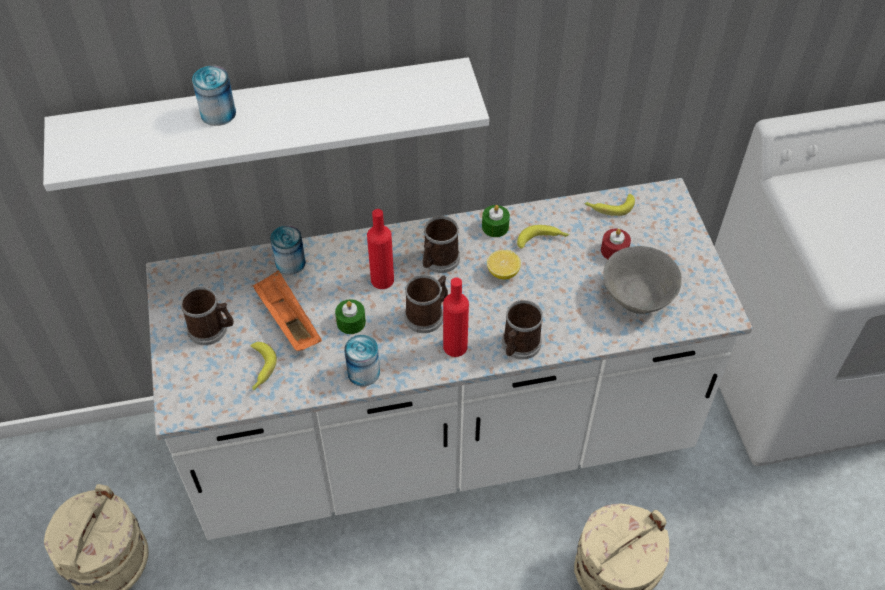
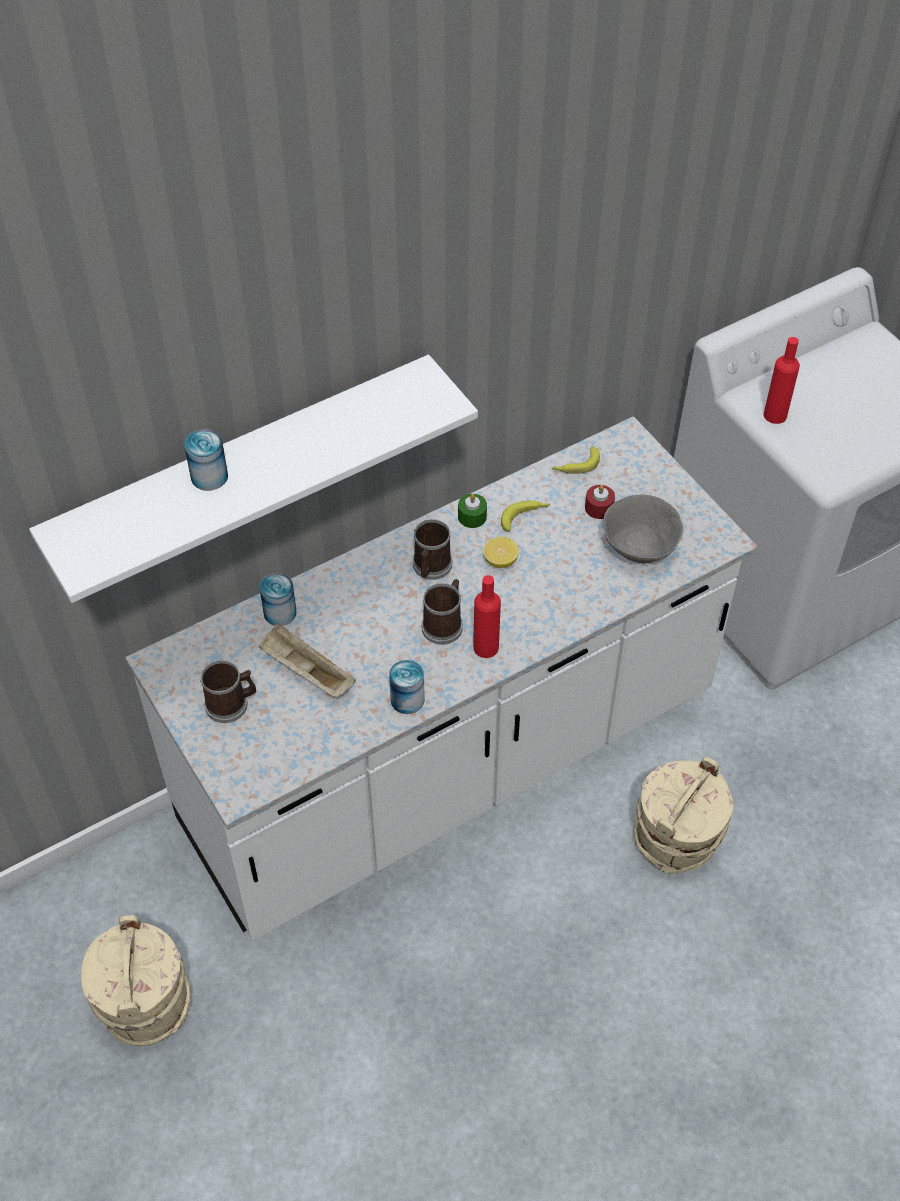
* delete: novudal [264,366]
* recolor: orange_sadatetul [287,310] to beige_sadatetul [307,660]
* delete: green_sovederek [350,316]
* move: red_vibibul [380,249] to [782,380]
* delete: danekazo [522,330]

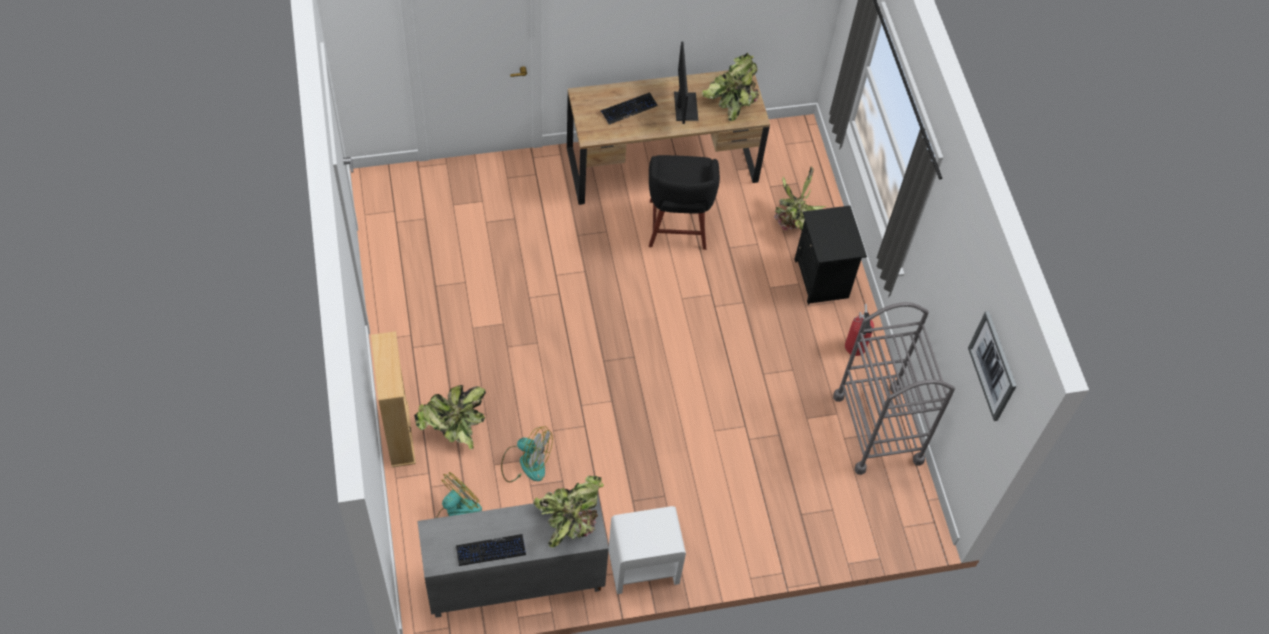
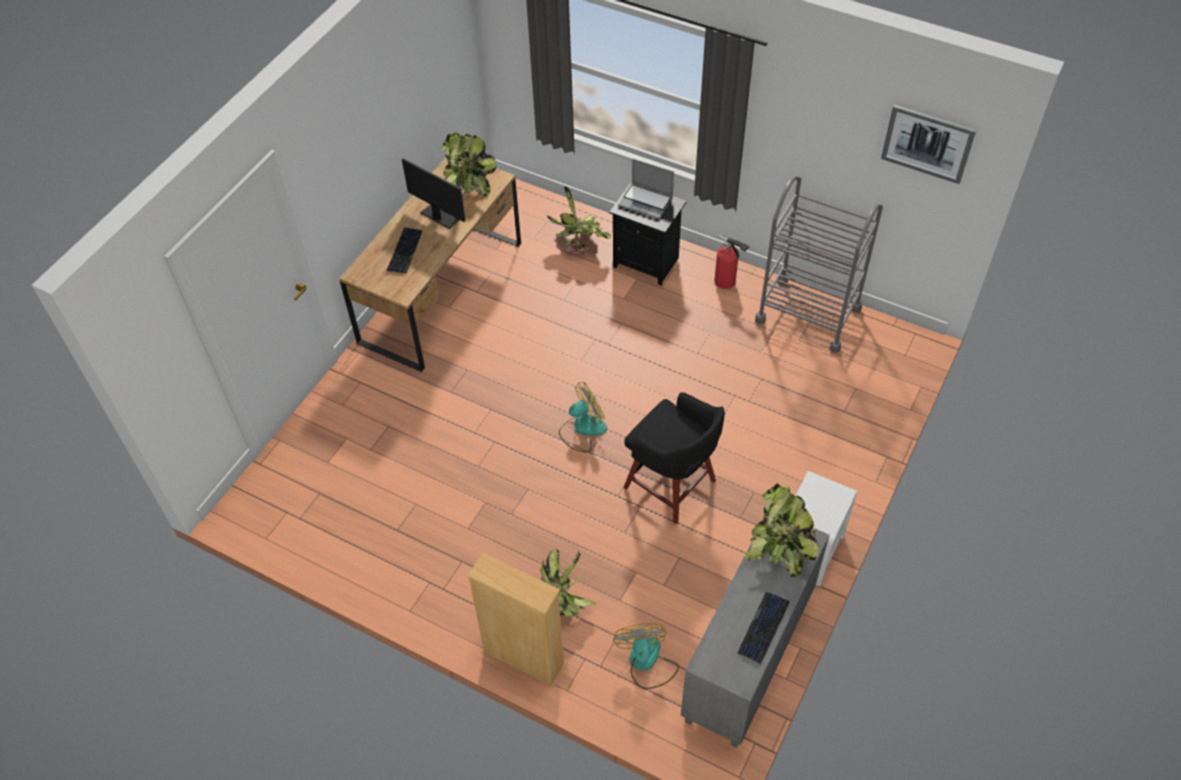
* move: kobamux [527,454] to [583,417]
* move: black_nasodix [684,202] to [674,458]
* insert: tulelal [646,188]

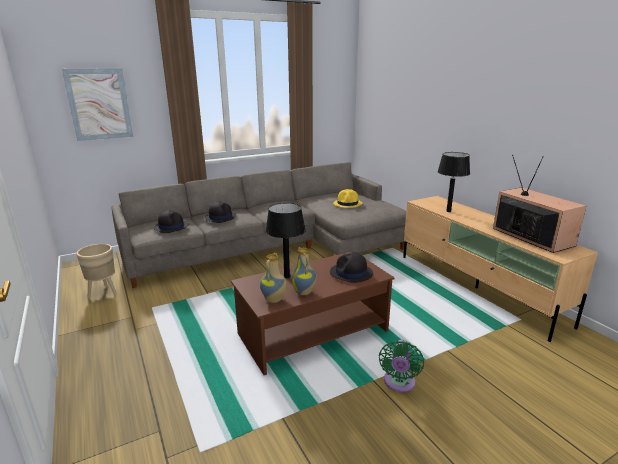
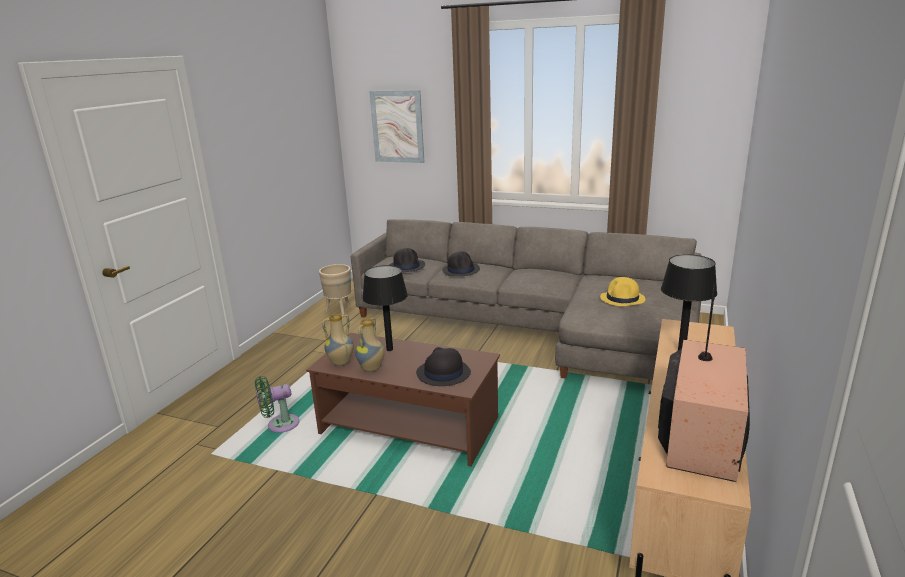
* move: green_kobamux [401,365] to [277,404]

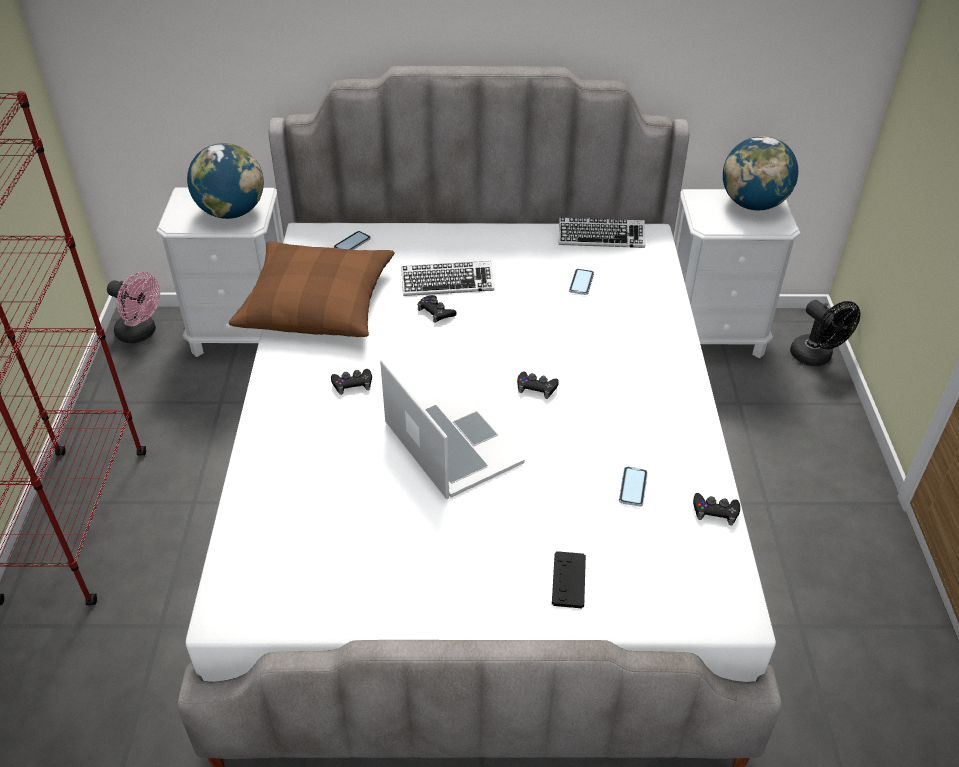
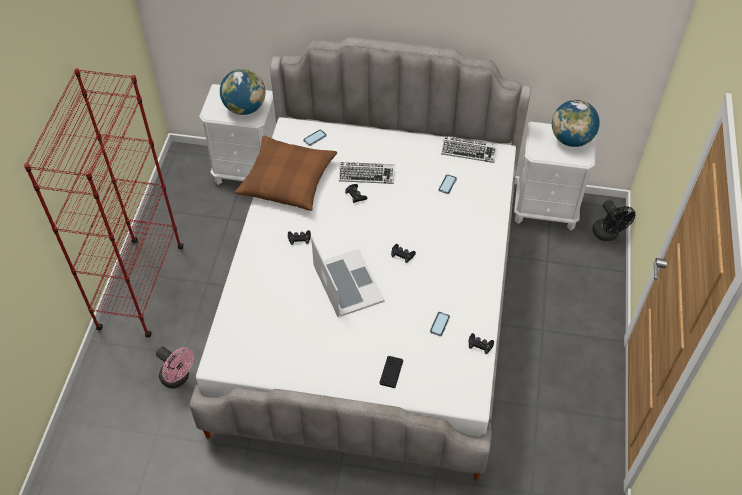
* move: pink_kobamux [133,308] to [175,367]

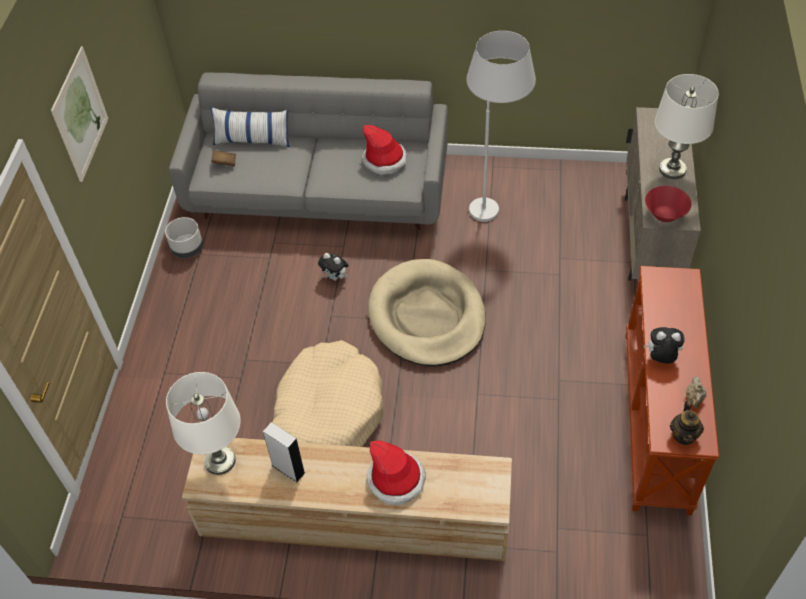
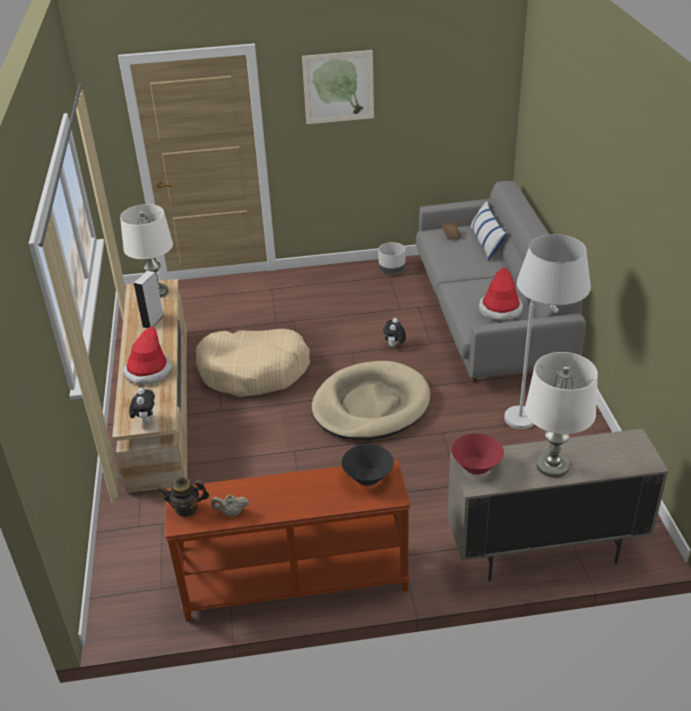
* move: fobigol [664,345] to [142,406]
* insert: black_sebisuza [367,465]

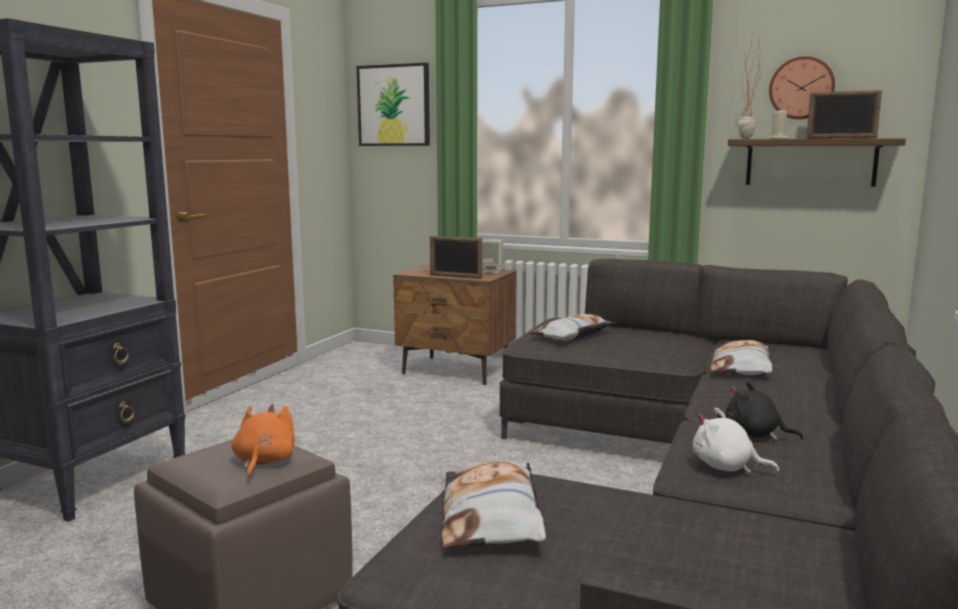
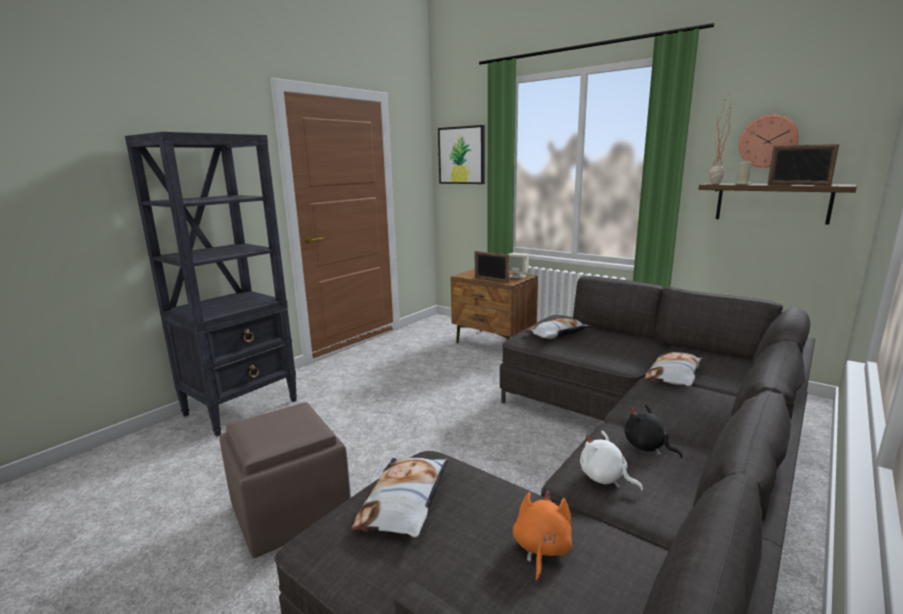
* move: orange_fobigol [263,441] to [542,536]

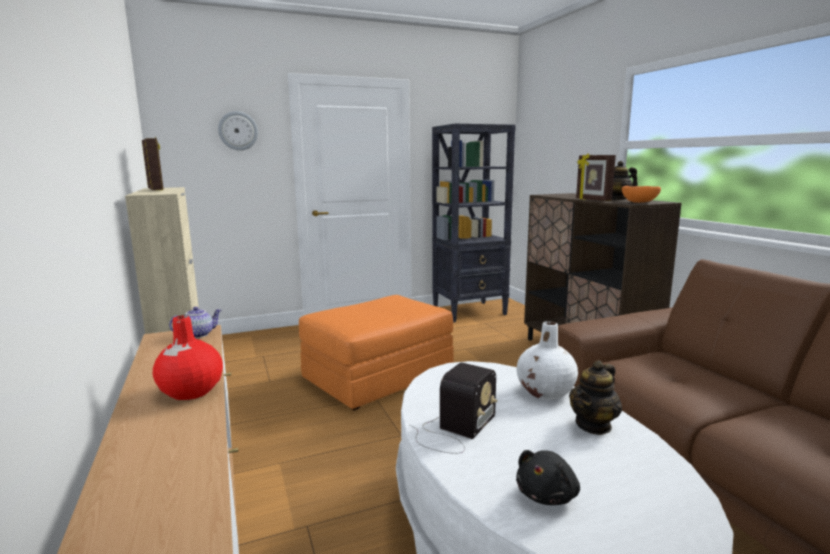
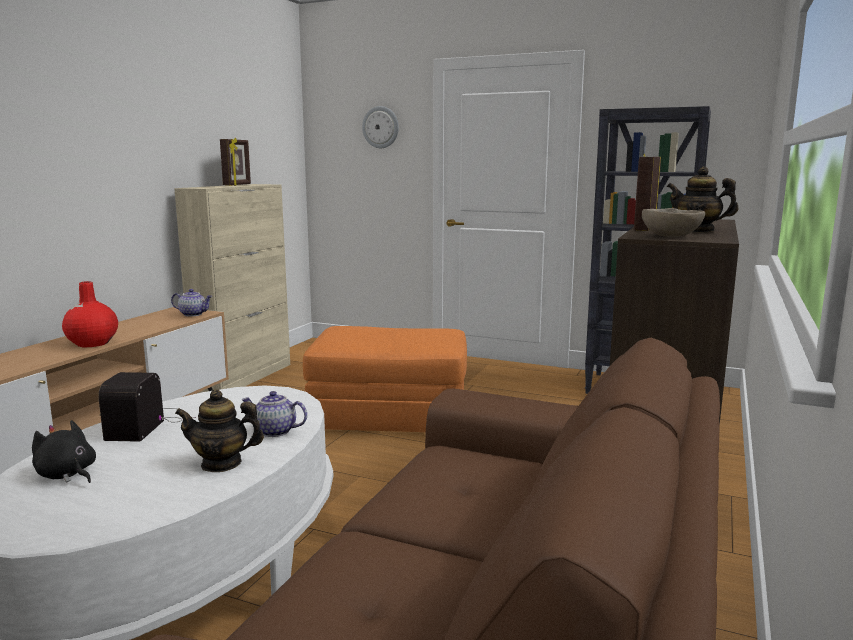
* rotate: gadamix [453,408] = [147,407] 105 degrees clockwise
* rotate: black_fobigol [548,477] = [64,451] 45 degrees clockwise
* replace: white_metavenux [547,360] to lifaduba [274,414]
* recolor: orange_sebisuza [641,194] to beige_sebisuza [673,222]

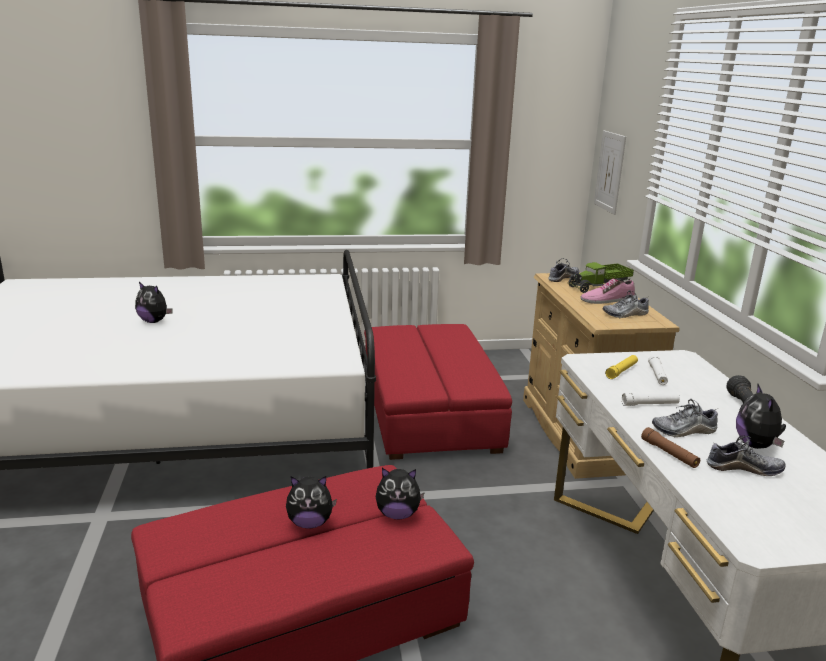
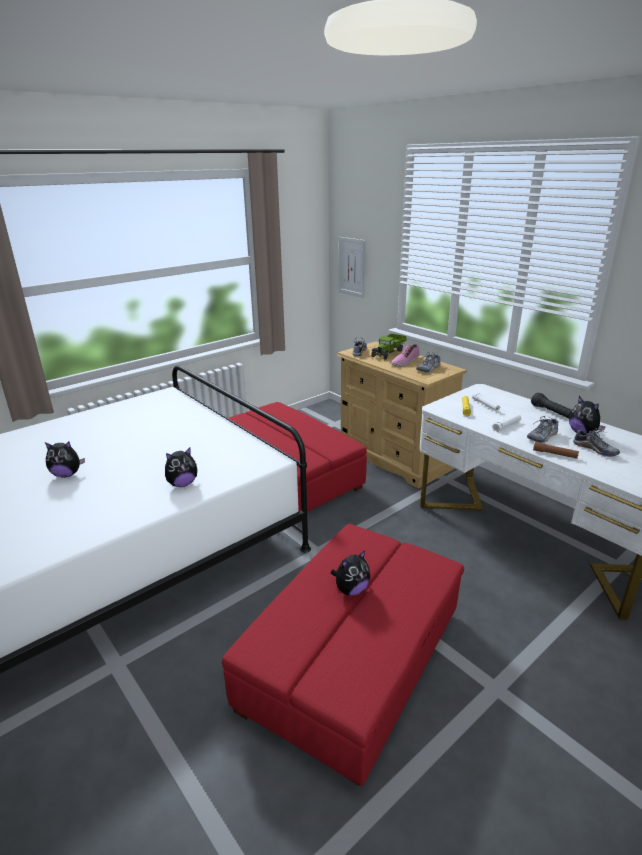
* move: fobigol [400,494] to [181,467]
* rotate: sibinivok [746,455] = [596,442] 75 degrees clockwise

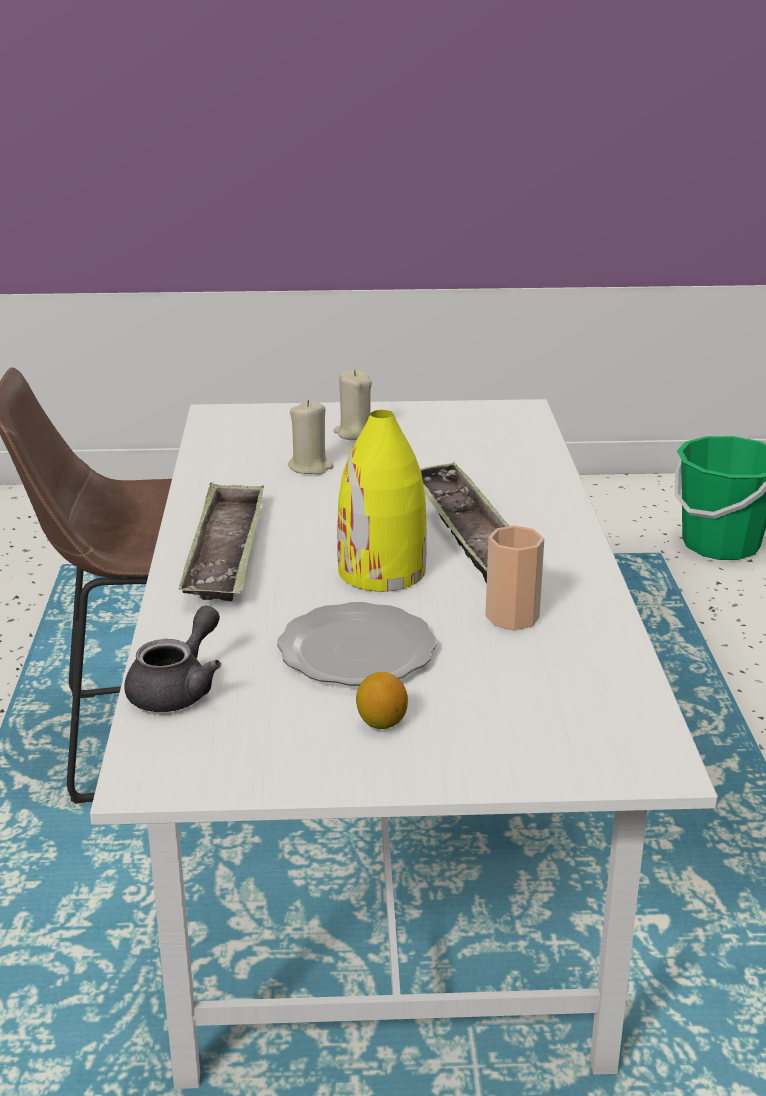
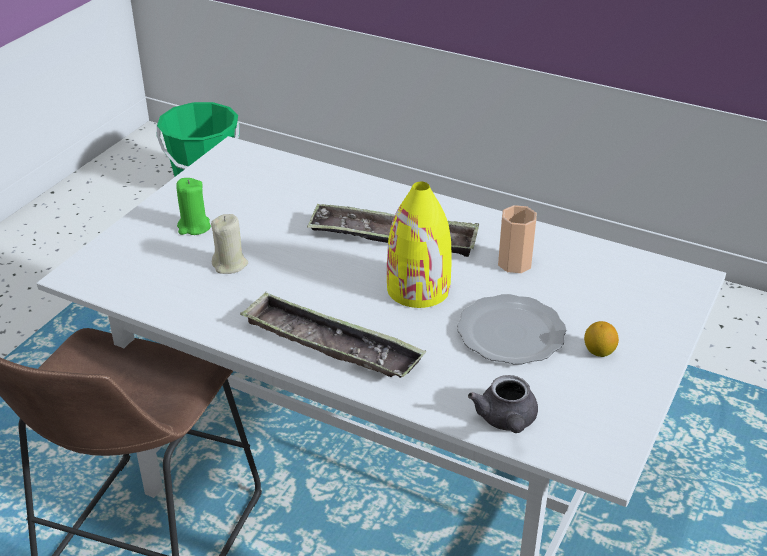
* rotate: grey_lifaduba [172,659] = [503,404] 150 degrees counterclockwise
* recolor: beige_sovederek [353,404] to green_sovederek [193,206]

